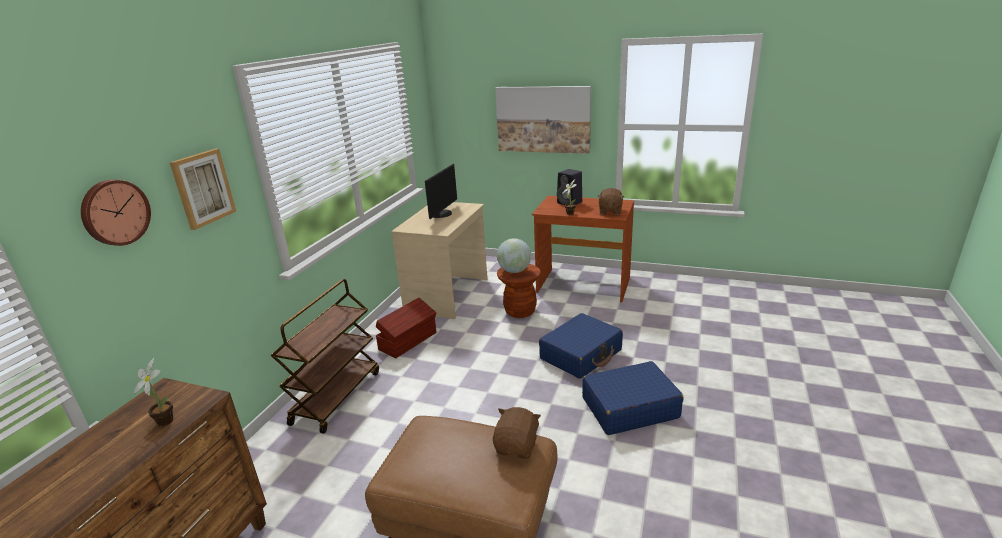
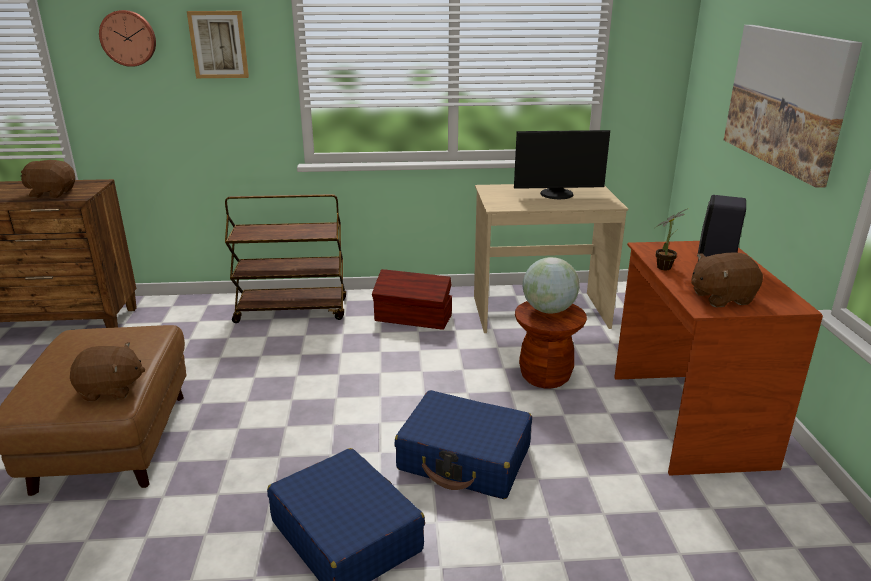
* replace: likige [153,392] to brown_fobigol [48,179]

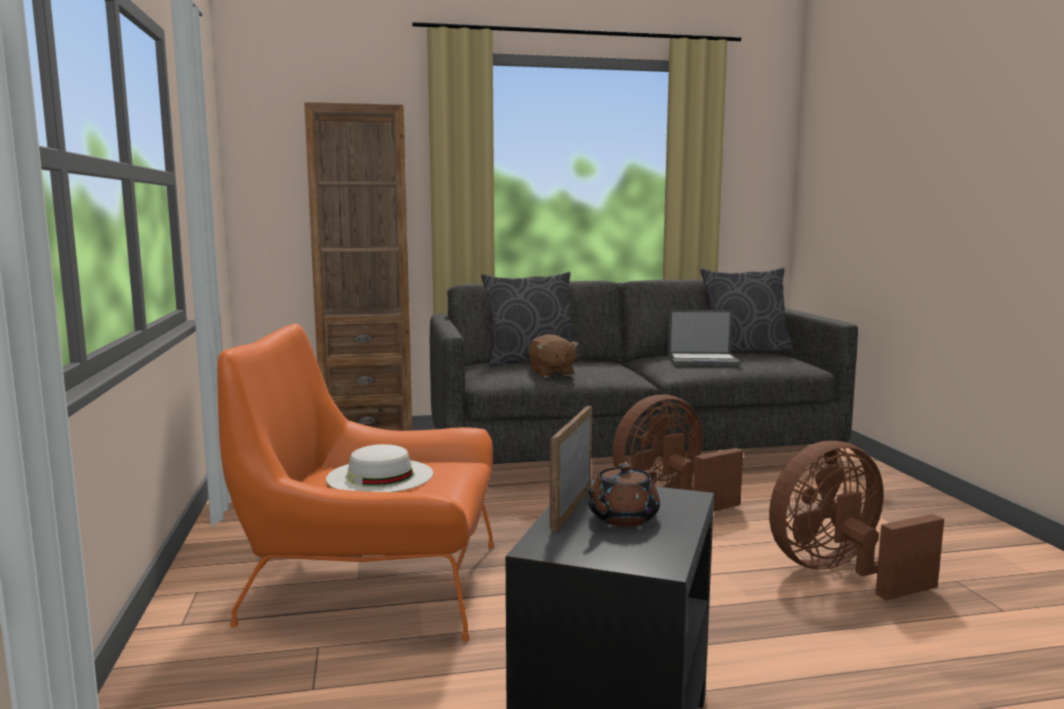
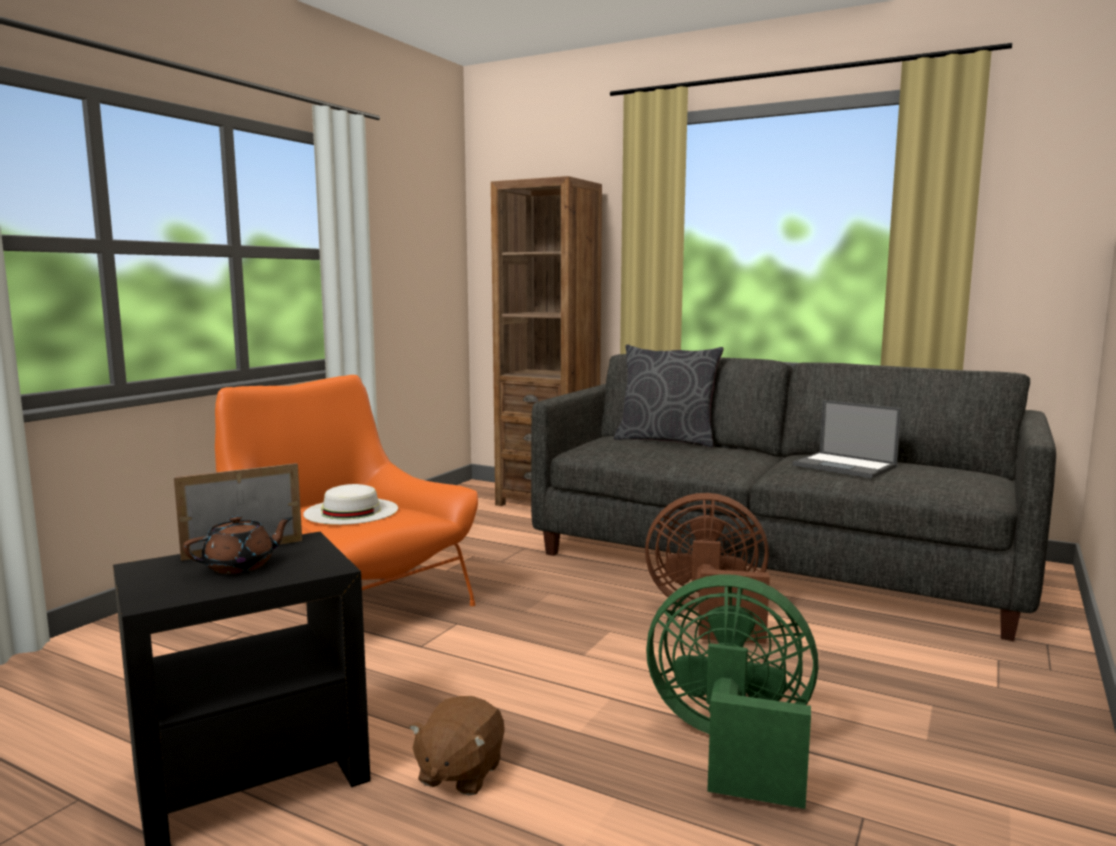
* move: brown_fobigol [554,356] to [457,746]
* rotate: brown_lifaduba [622,495] = [238,545] 150 degrees clockwise
* delete: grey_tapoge [746,310]
* recolor: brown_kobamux [856,520] to green_kobamux [732,691]

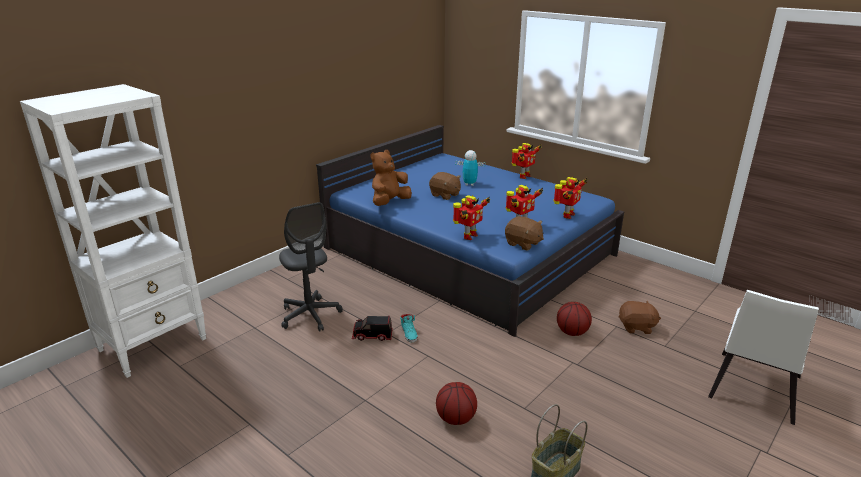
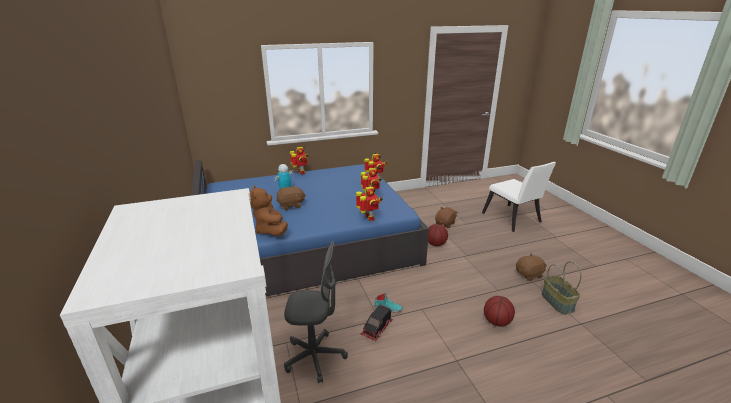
* move: brown_fobigol [524,233] to [531,267]

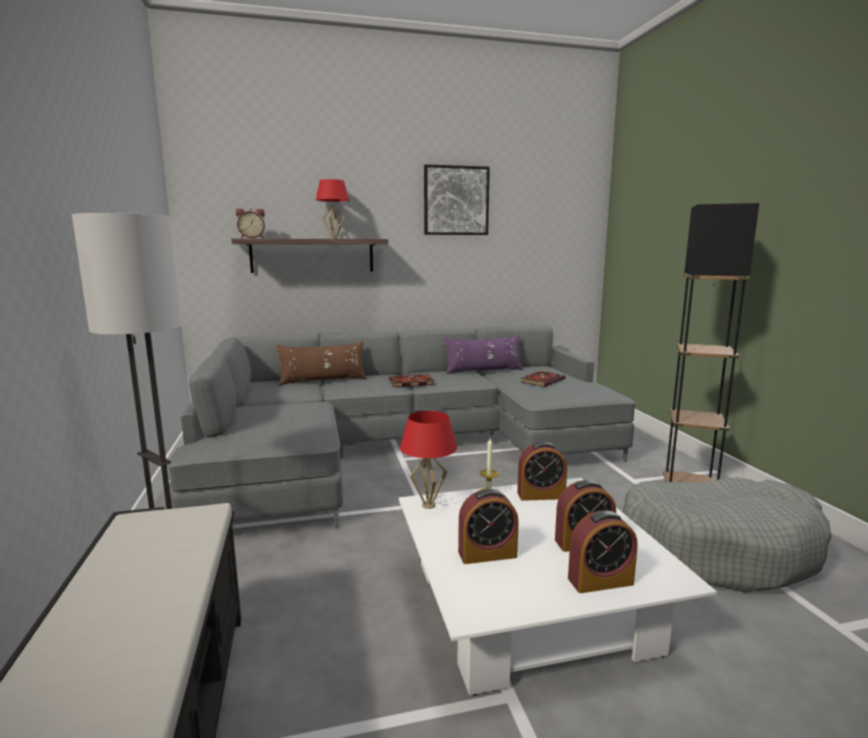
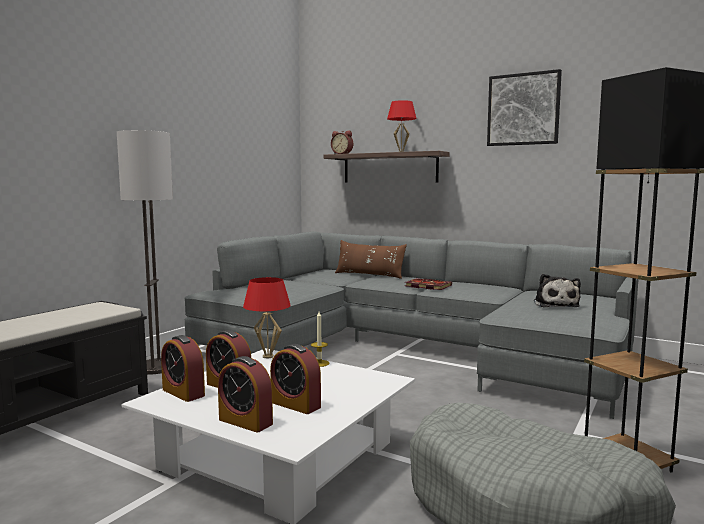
* delete: purple_tapoge [483,354]
* move: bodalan [542,471] to [183,368]
* replace: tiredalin [543,379] to fobigol [557,290]

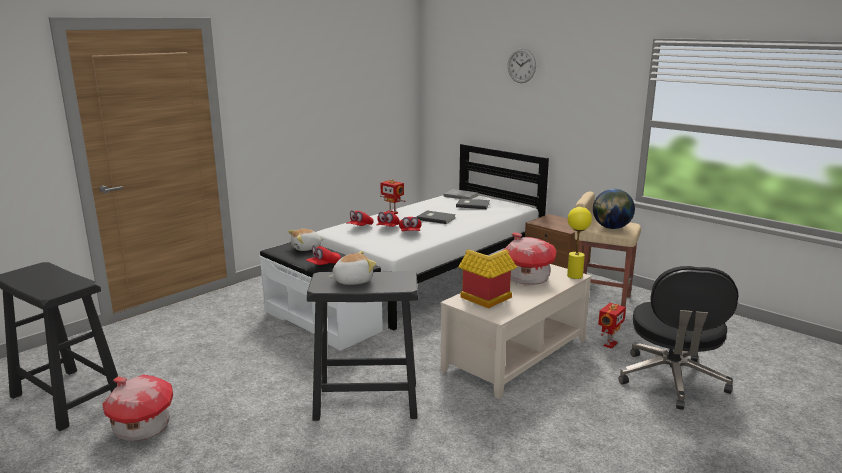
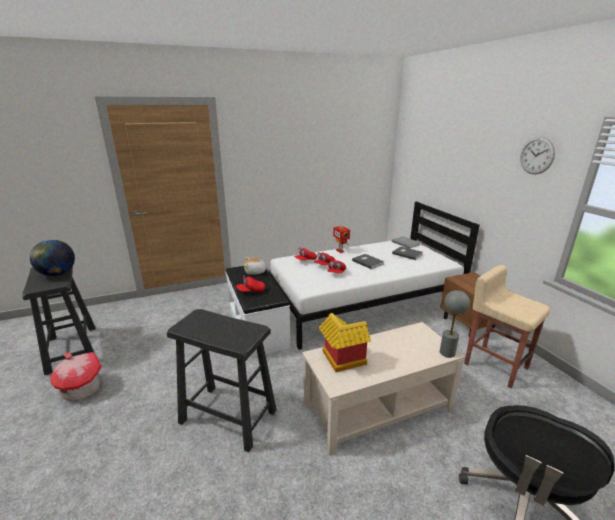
* delete: fobigol [352,268]
* delete: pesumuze [530,258]
* move: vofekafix [522,65] to [537,155]
* recolor: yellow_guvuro [579,243] to grey_guvuro [455,324]
* move: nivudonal [614,209] to [52,258]
* delete: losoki [612,326]

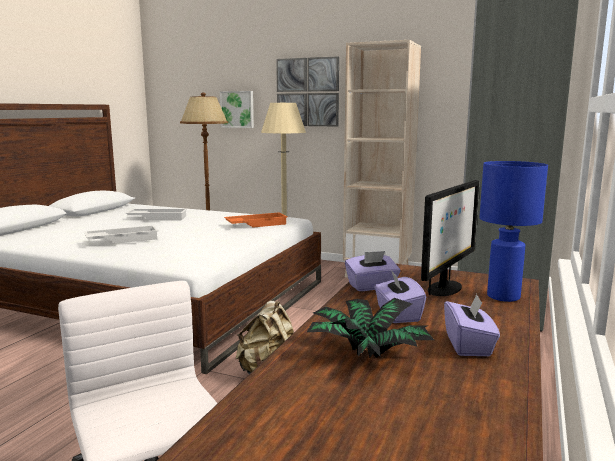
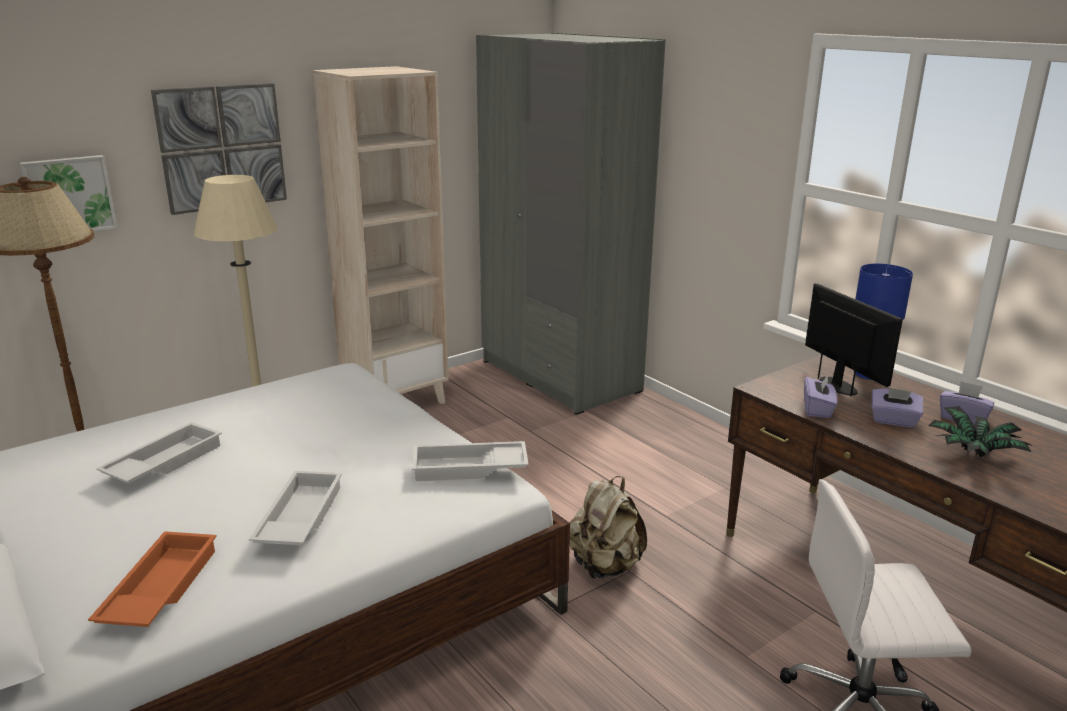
* move: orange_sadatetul [256,220] to [152,579]
* insert: white_sadatetul [470,461]

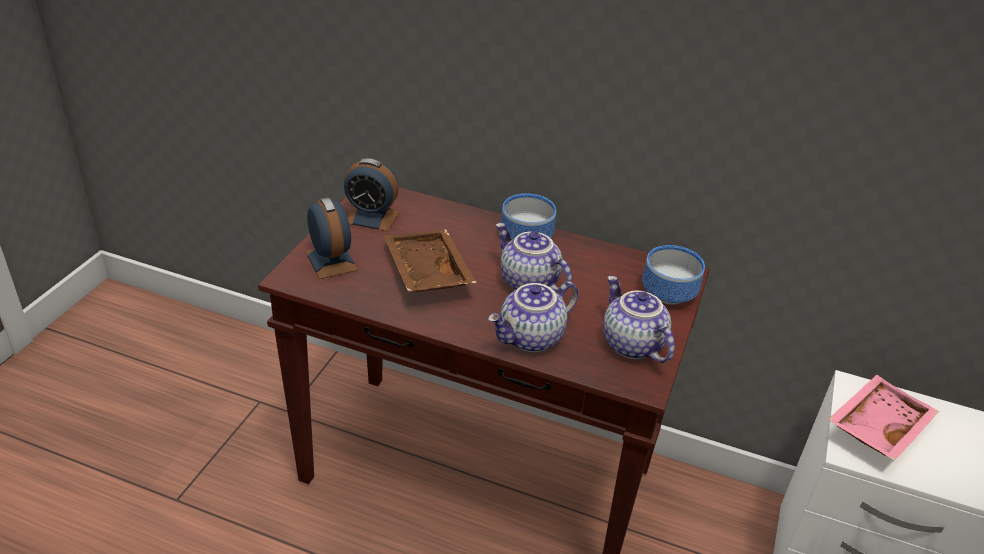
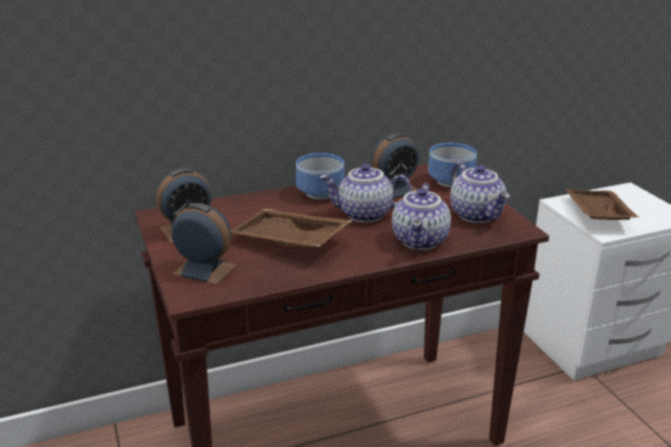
* rotate: lifaduba [639,319] = [480,192] 135 degrees counterclockwise
* recolor: pink_sadatetul [883,418] to brown_sadatetul [602,204]
* insert: bodalan [395,166]

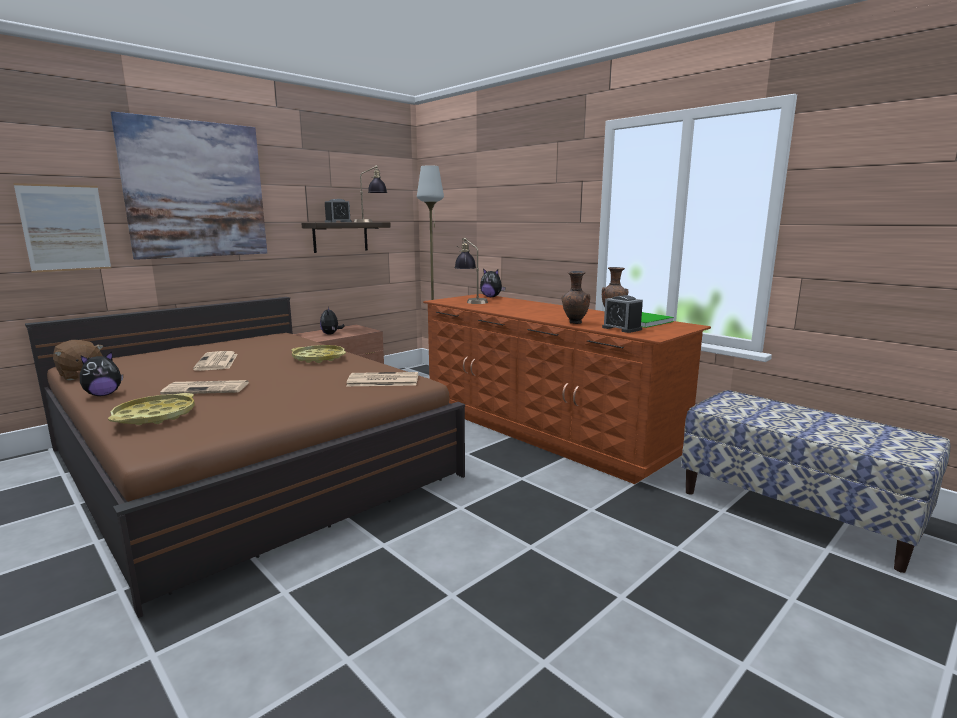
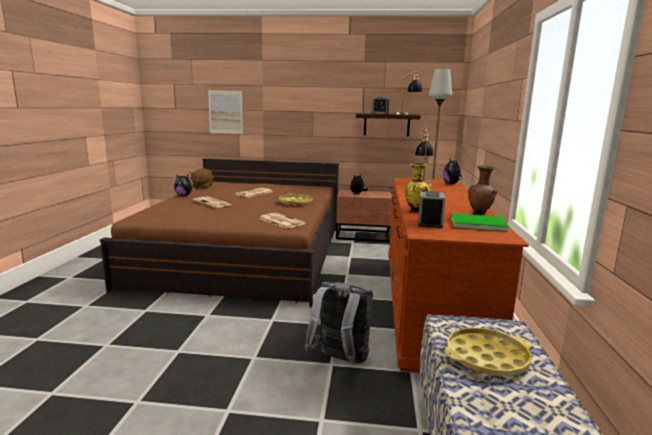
* move: yellow_sadatetul [151,409] to [488,352]
* delete: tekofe [189,185]
* recolor: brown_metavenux [576,297] to yellow_metavenux [417,187]
* insert: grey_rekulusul [338,323]

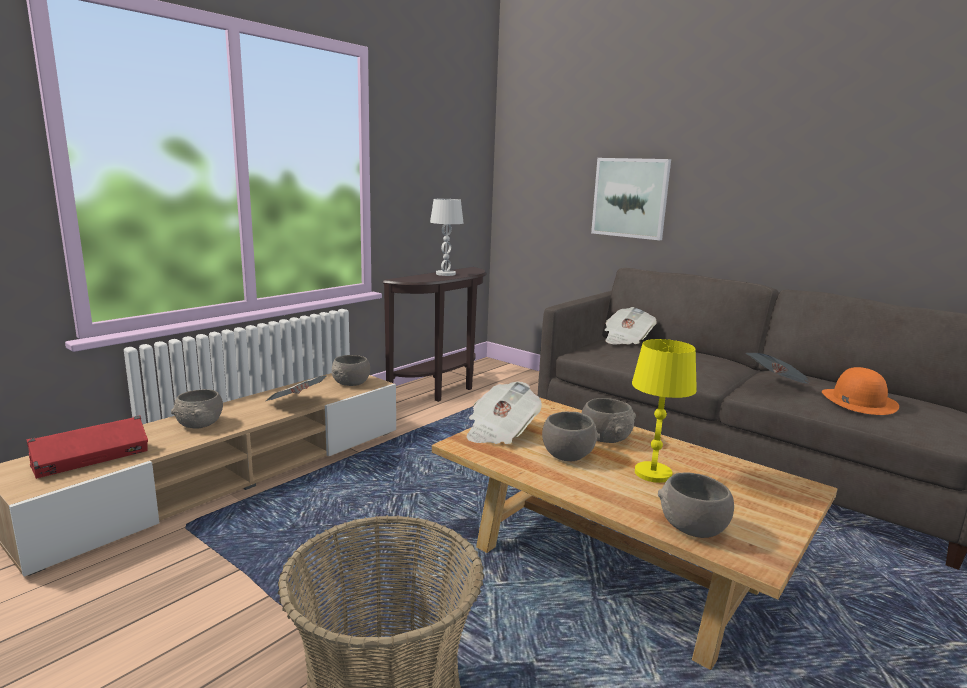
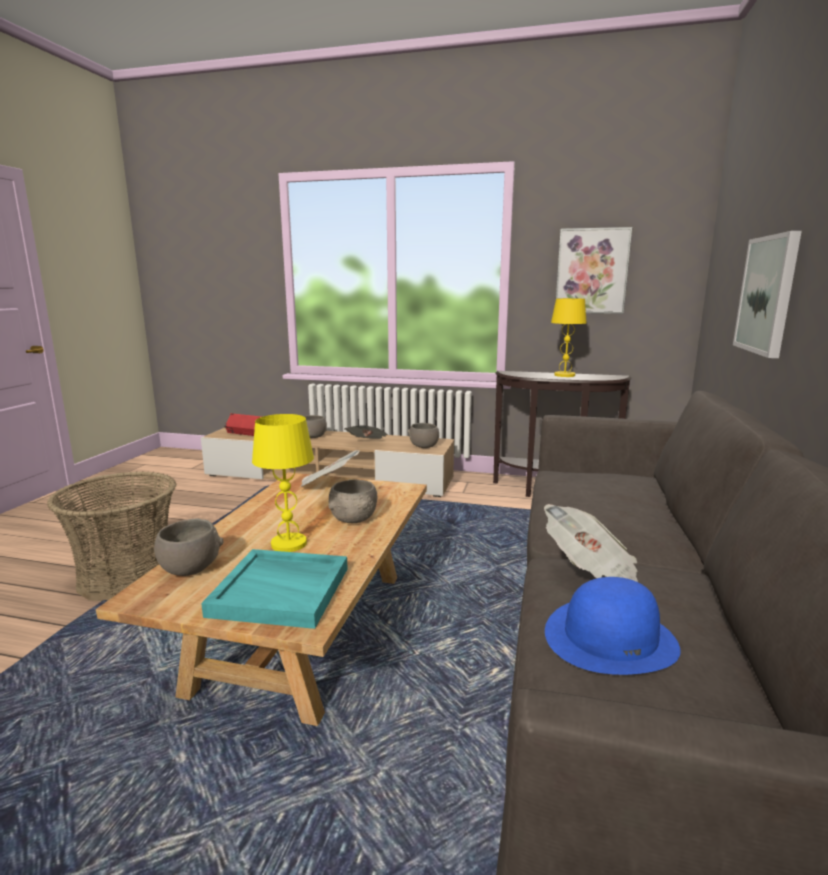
* recolor: white_guvuro [447,237] to yellow_guvuro [569,337]
* delete: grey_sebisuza [571,436]
* delete: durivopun [630,325]
* recolor: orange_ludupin [860,391] to blue_ludupin [612,626]
* insert: turquoise_sadatetul [274,589]
* insert: tekofe [594,270]

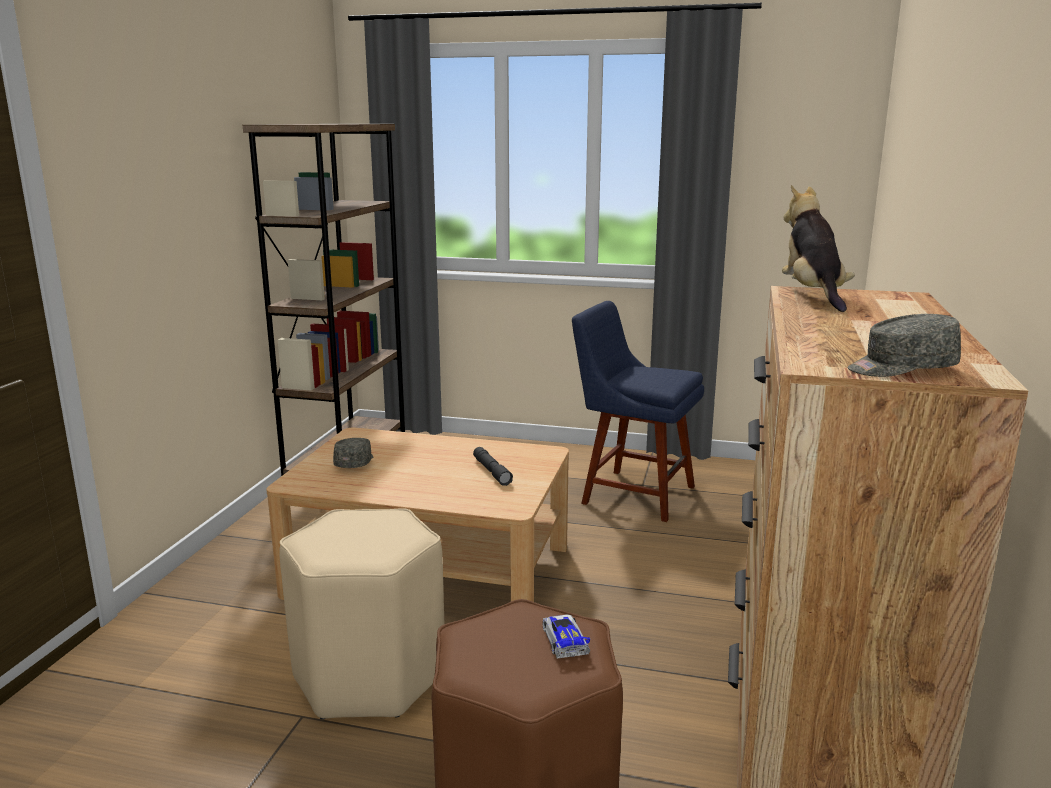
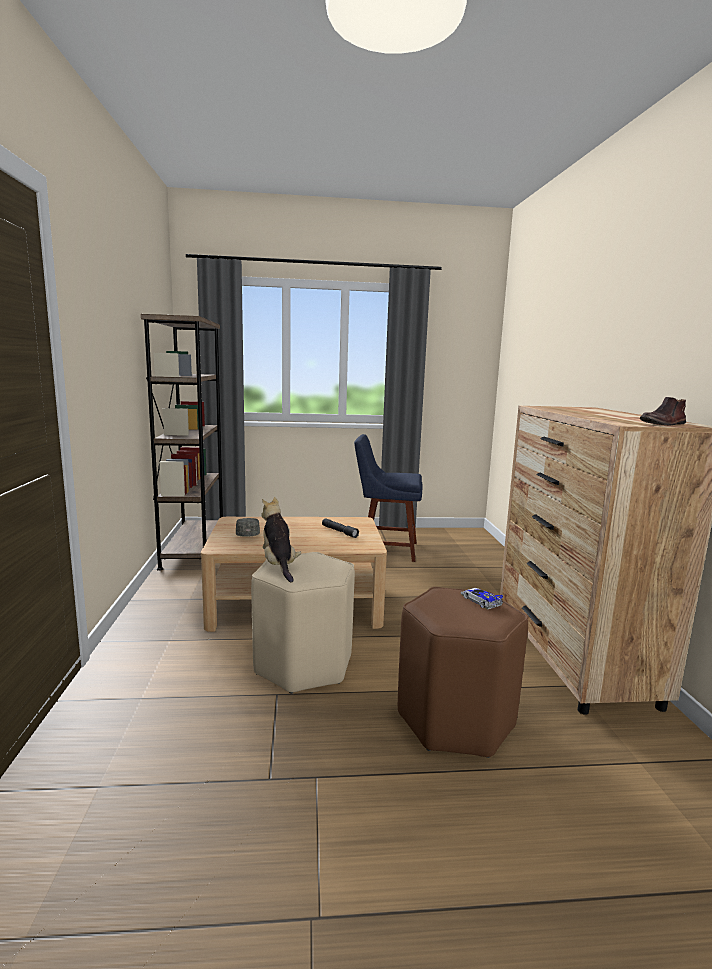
* move: fobigol [818,248] to [281,540]
* replace: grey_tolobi [904,345] to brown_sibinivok [663,411]

